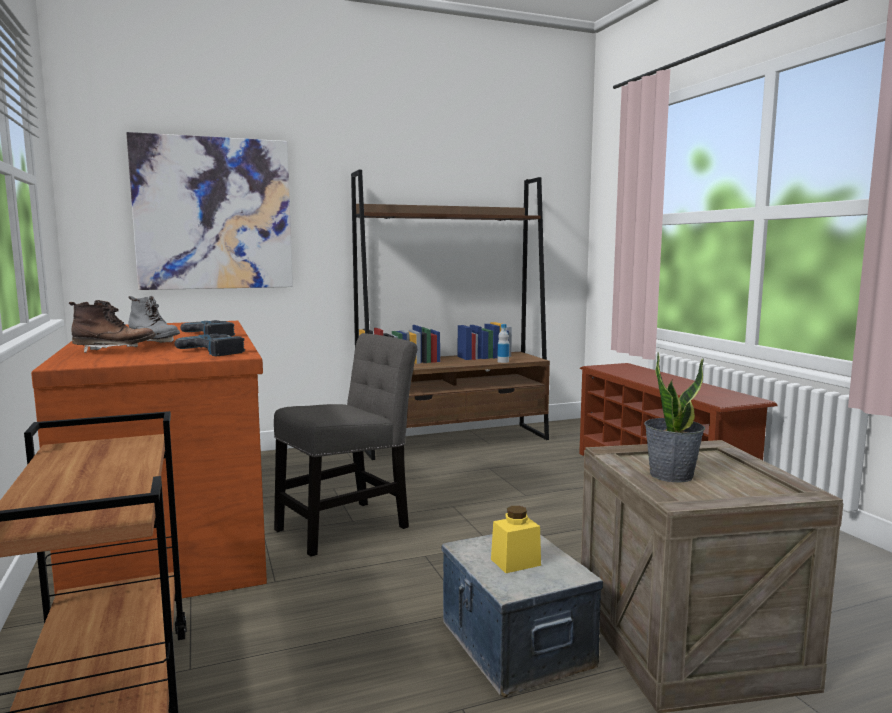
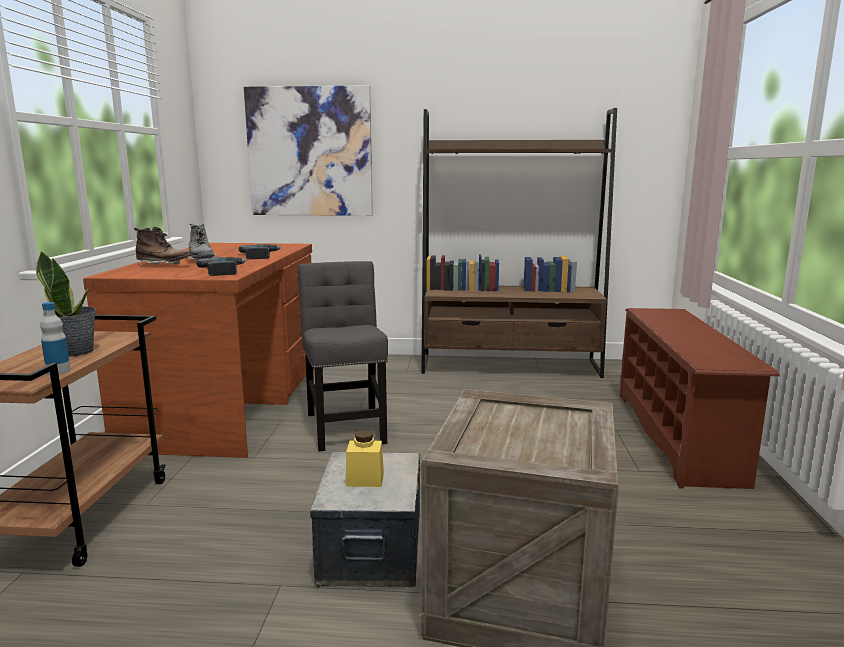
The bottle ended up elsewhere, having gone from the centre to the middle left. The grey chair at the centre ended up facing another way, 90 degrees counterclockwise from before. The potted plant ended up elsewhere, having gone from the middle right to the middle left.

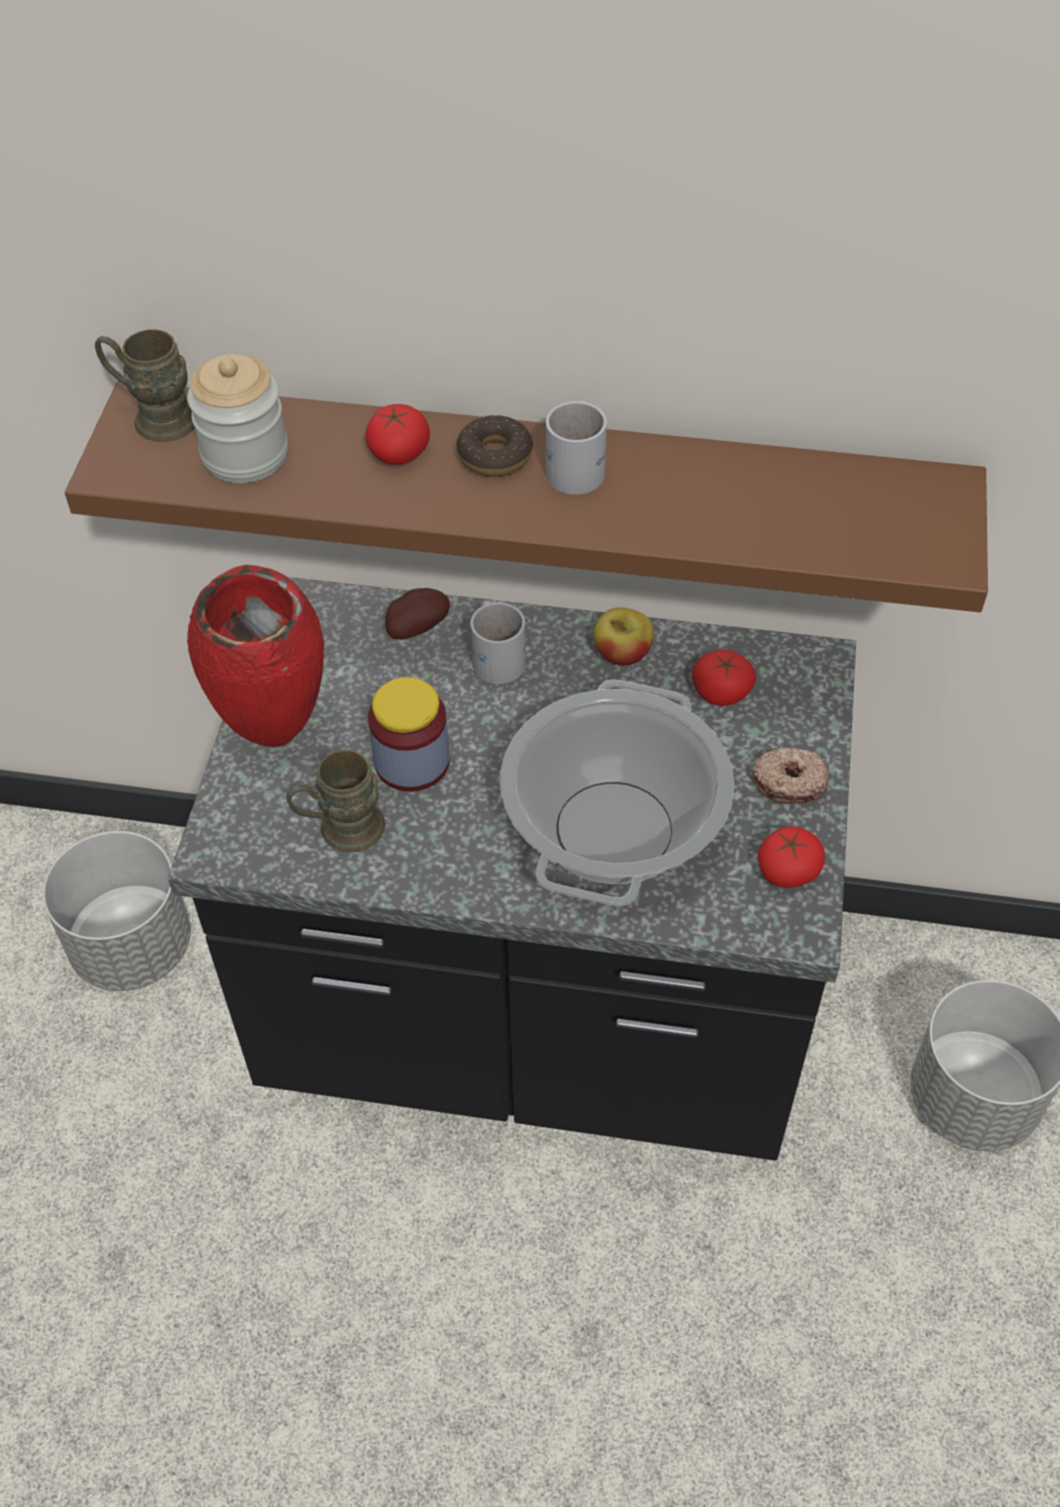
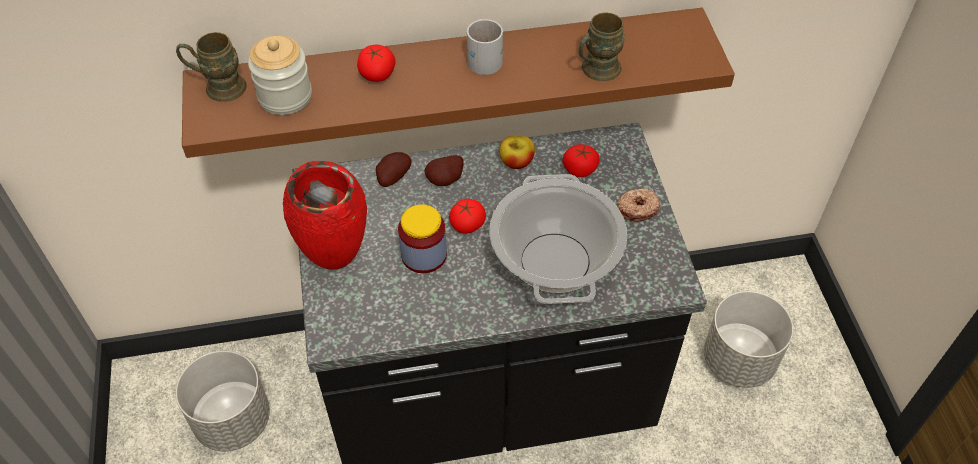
The second view lost the donut (no. 1 from left) at the top centre. Where the white mug (no. 1 from left) stood at the centre, the potato (no. 2 from left) came to stand at the centre. The brown mug (no. 2 from left) ended up elsewhere, having gone from the middle left to the top centre. The tomato (no. 3 from left in the first image) ended up elsewhere, having gone from the middle right to the centre.

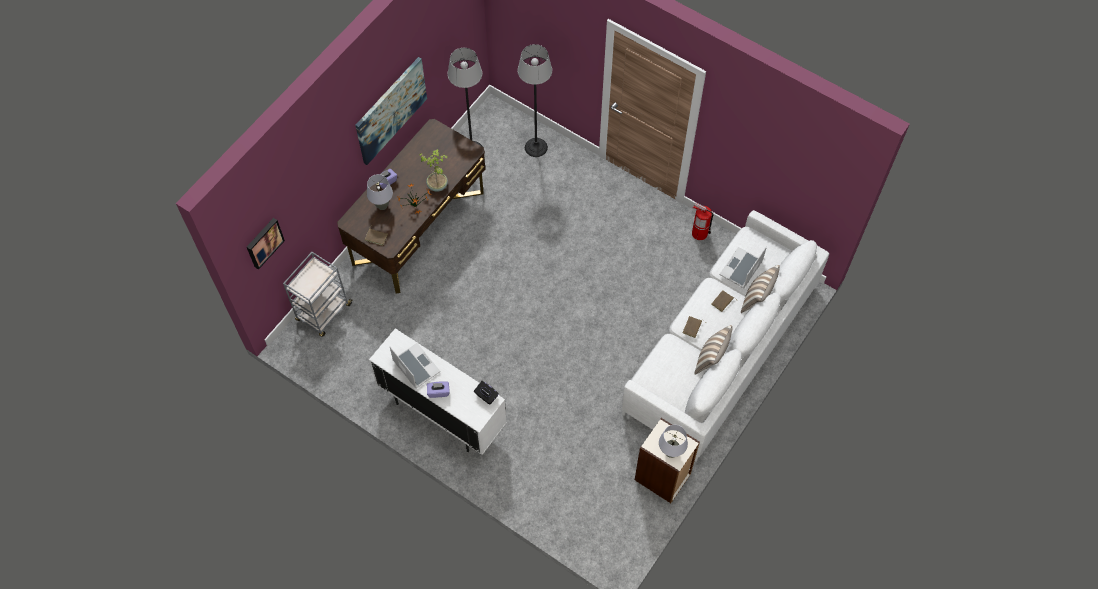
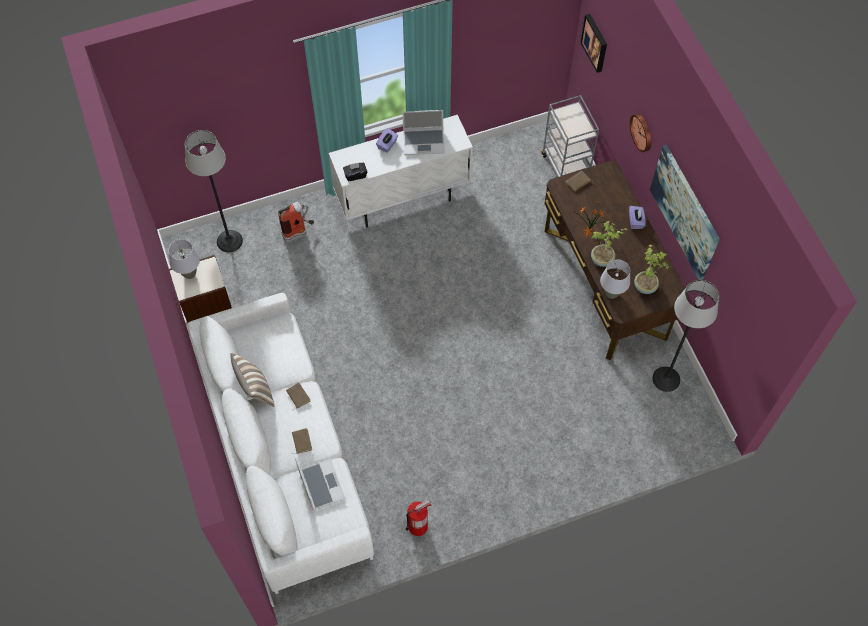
The floor lamp (no. 2 from left in the first image) ended up elsewhere, having gone from the top centre to the top left. The grey table lamp (no. 1 from left in the first image) ended up elsewhere, having gone from the top centre to the middle right. The second view lost the pillow (no. 2 from left) at the middle right. The second view gained the wall clock at the top right. The second view gained the fire extinguisher (no. 1 from left) at the centre. The second view gained the potted plant (no. 3 from left) at the middle right.

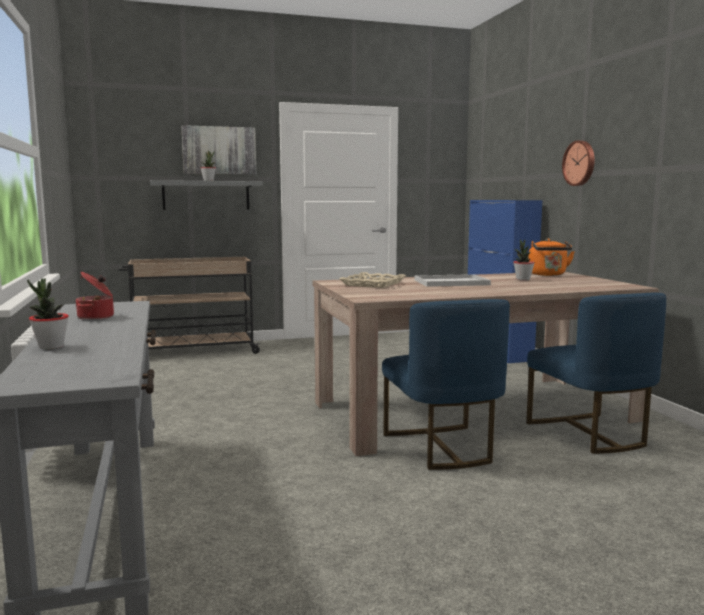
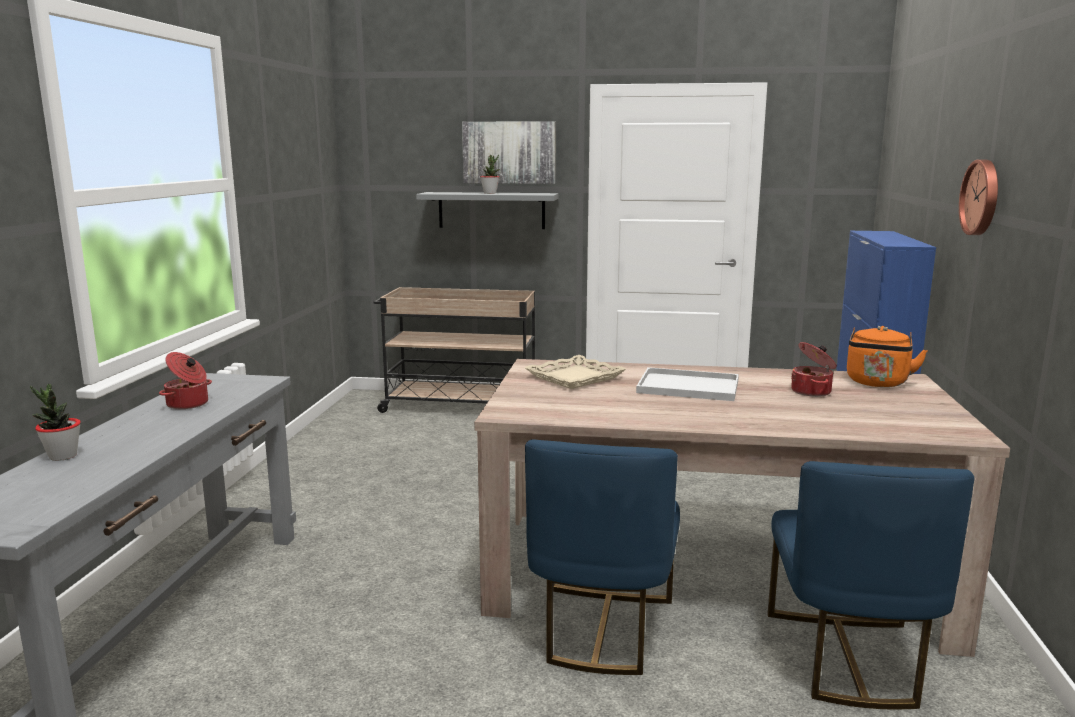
Where the potted plant (no. 3 from left) stood at the middle right, the cooking pot (no. 2 from left) came to stand at the middle right.

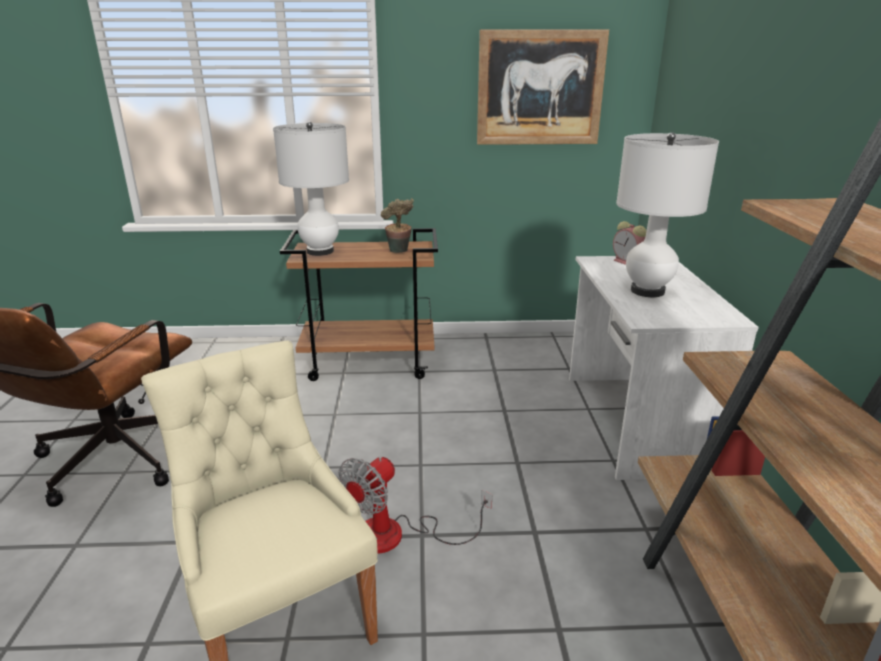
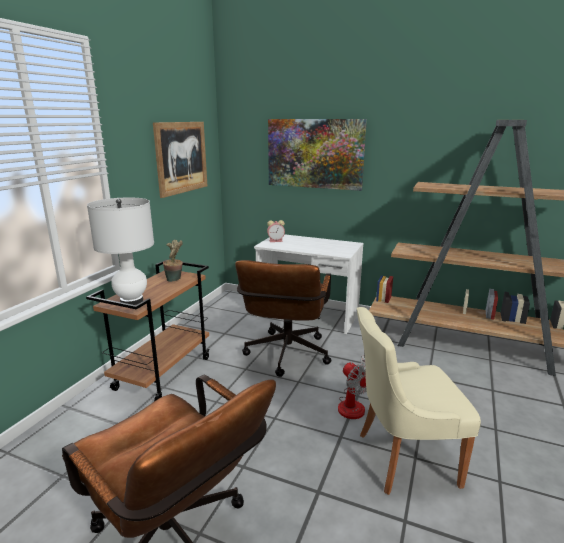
The second view lost the white table lamp (no. 2 from left) at the top right. The second view gained the picture (no. 2 from left) at the top centre. The second view gained the brown office chair (no. 2 from left) at the centre.

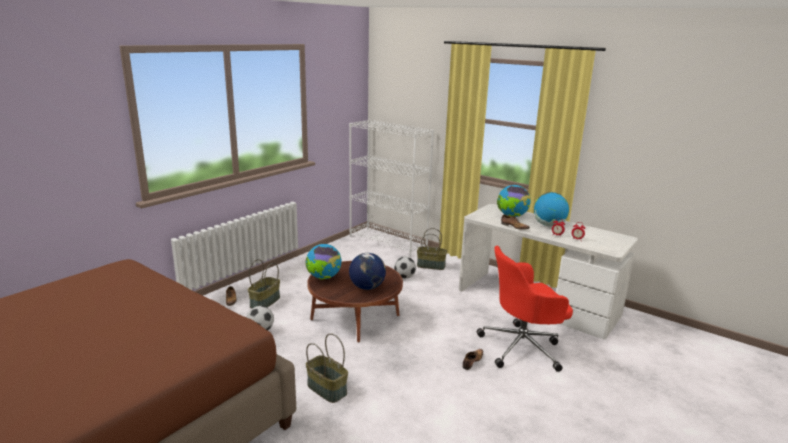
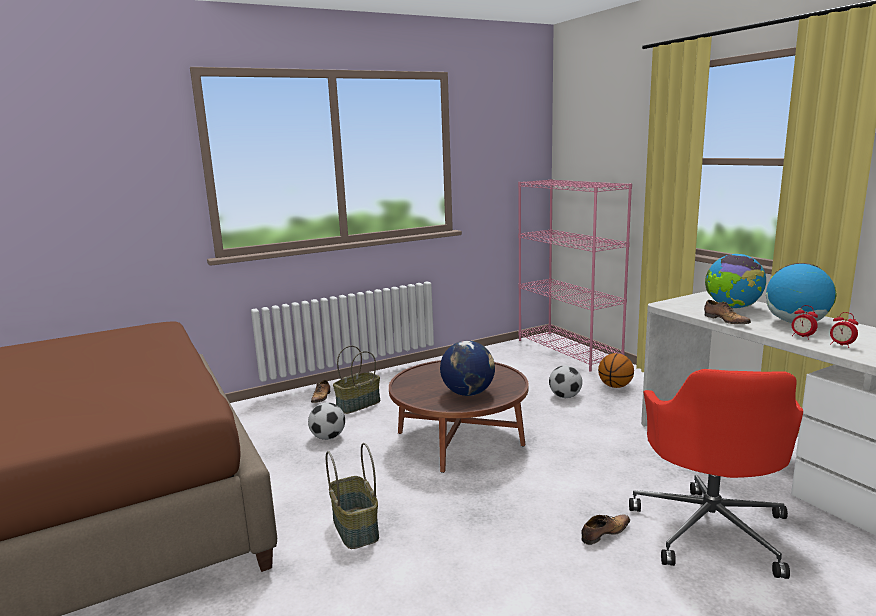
What was the white bookcase at the centre turned into the pink bookcase at the centre. Where the basket (no. 3 from left) stood at the centre, the basketball came to stand at the middle right. The second view lost the globe (no. 1 from left) at the centre. The red office chair at the bottom centre ended up facing another way, 90 degrees counterclockwise from before.

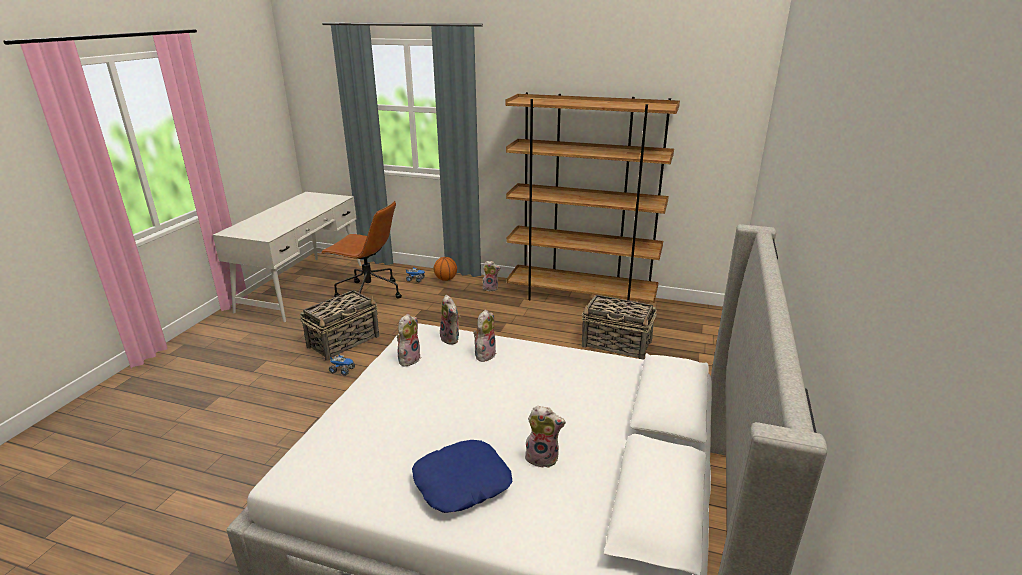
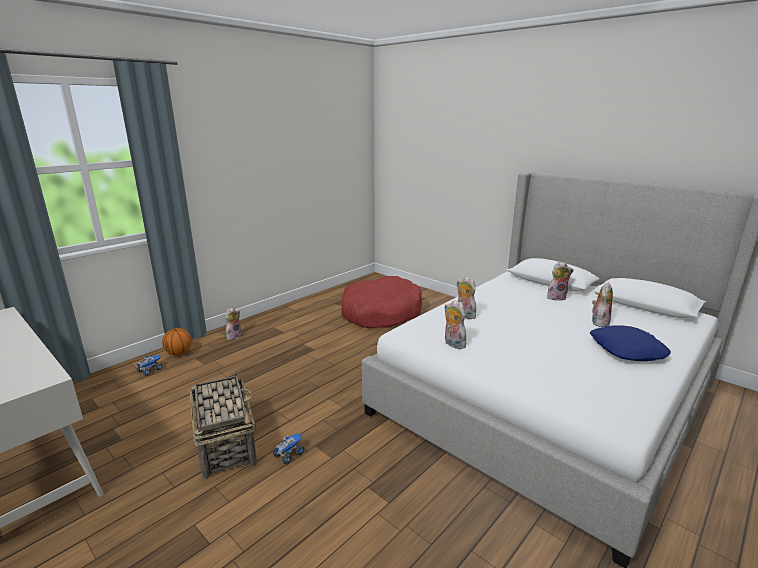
The second view lost the brown bookcase at the centre. The second view lost the brown office chair at the centre. The plush toy (no. 2 from left in the first image) ended up elsewhere, having gone from the centre to the middle right. Where the basket (no. 2 from left) stood at the centre, the red dog bed came to stand at the centre.

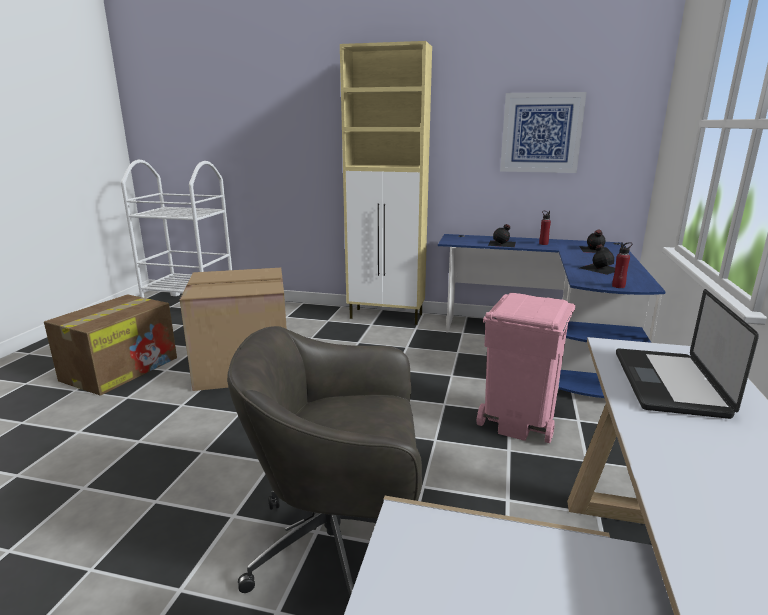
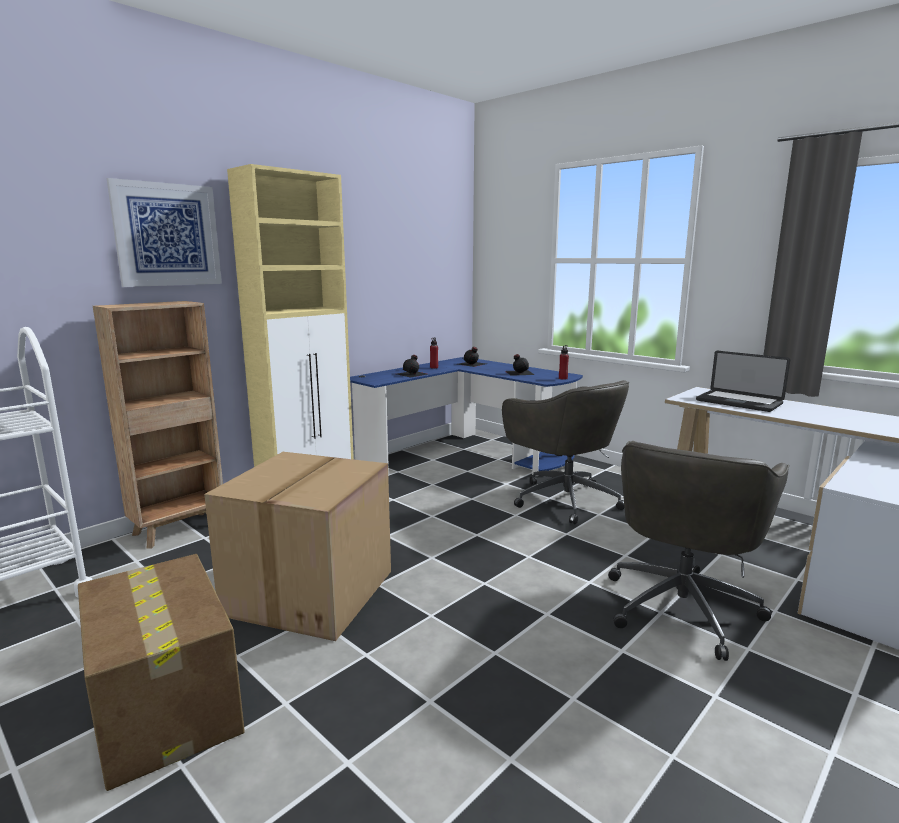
The picture ended up elsewhere, having gone from the top right to the top left. Where the pink trash can stood at the middle right, the grey office chair (no. 1 from left) came to stand at the centre. The second view gained the brown bookcase at the middle left.

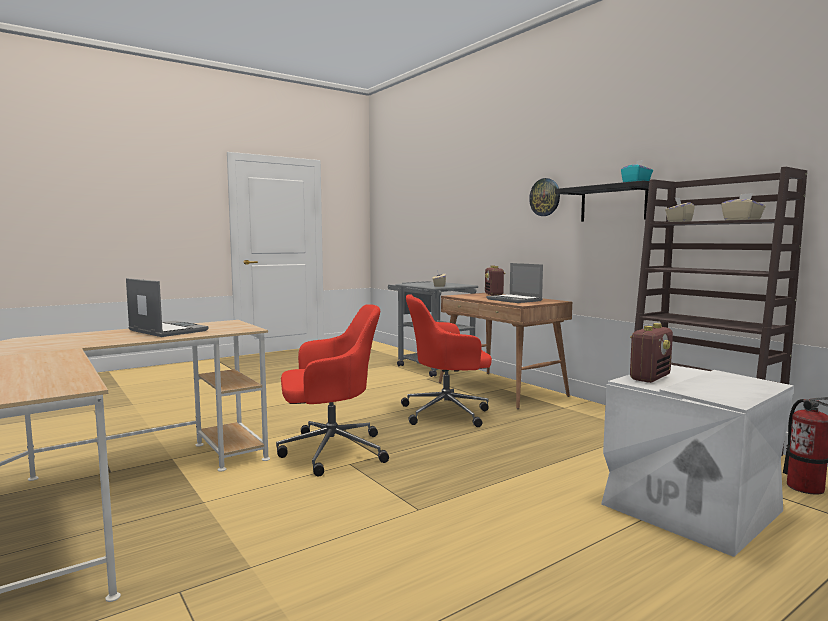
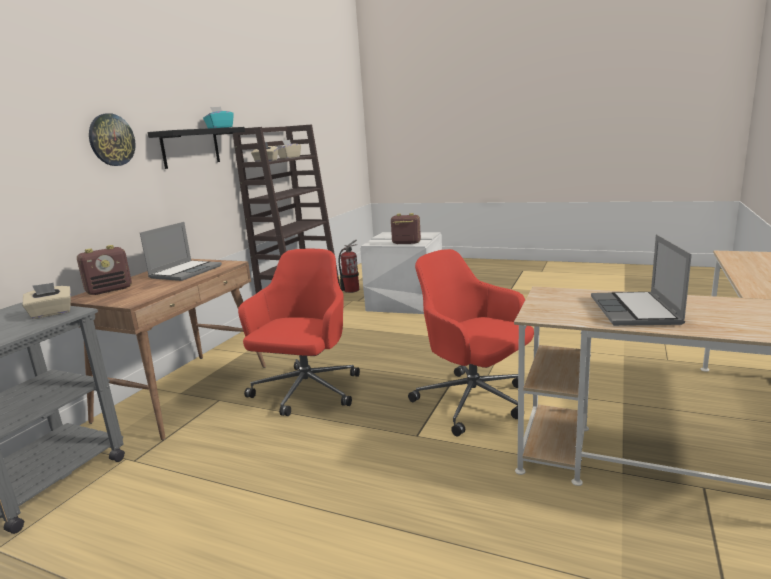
The red office chair (no. 2 from left in the first image) at the centre ended up facing another way, 120 degrees counterclockwise from before.

